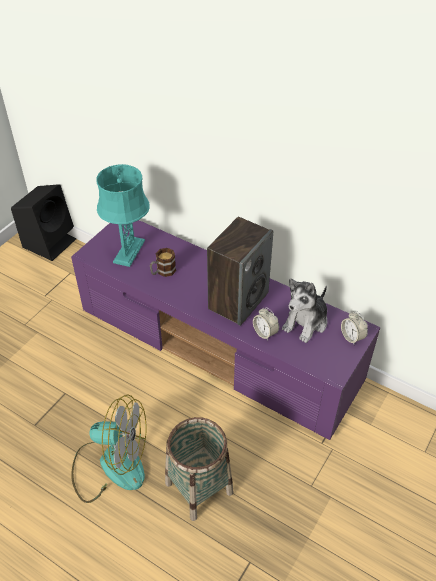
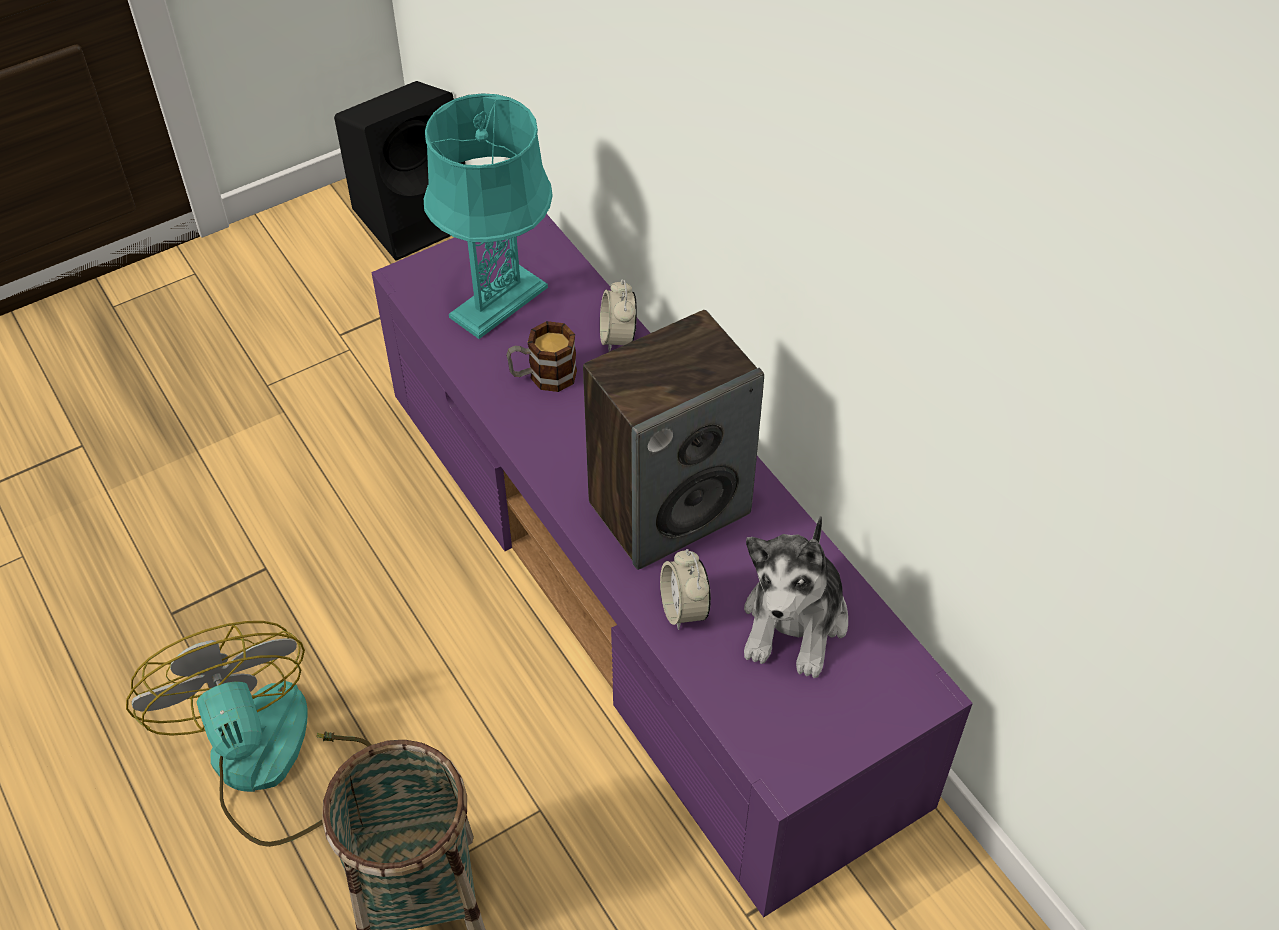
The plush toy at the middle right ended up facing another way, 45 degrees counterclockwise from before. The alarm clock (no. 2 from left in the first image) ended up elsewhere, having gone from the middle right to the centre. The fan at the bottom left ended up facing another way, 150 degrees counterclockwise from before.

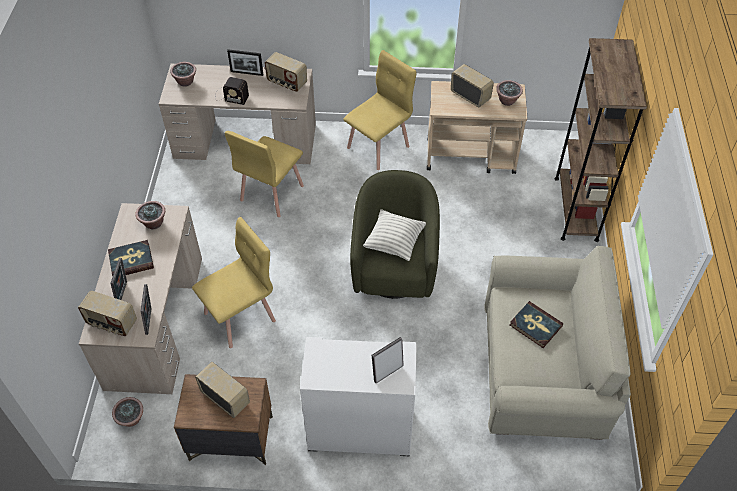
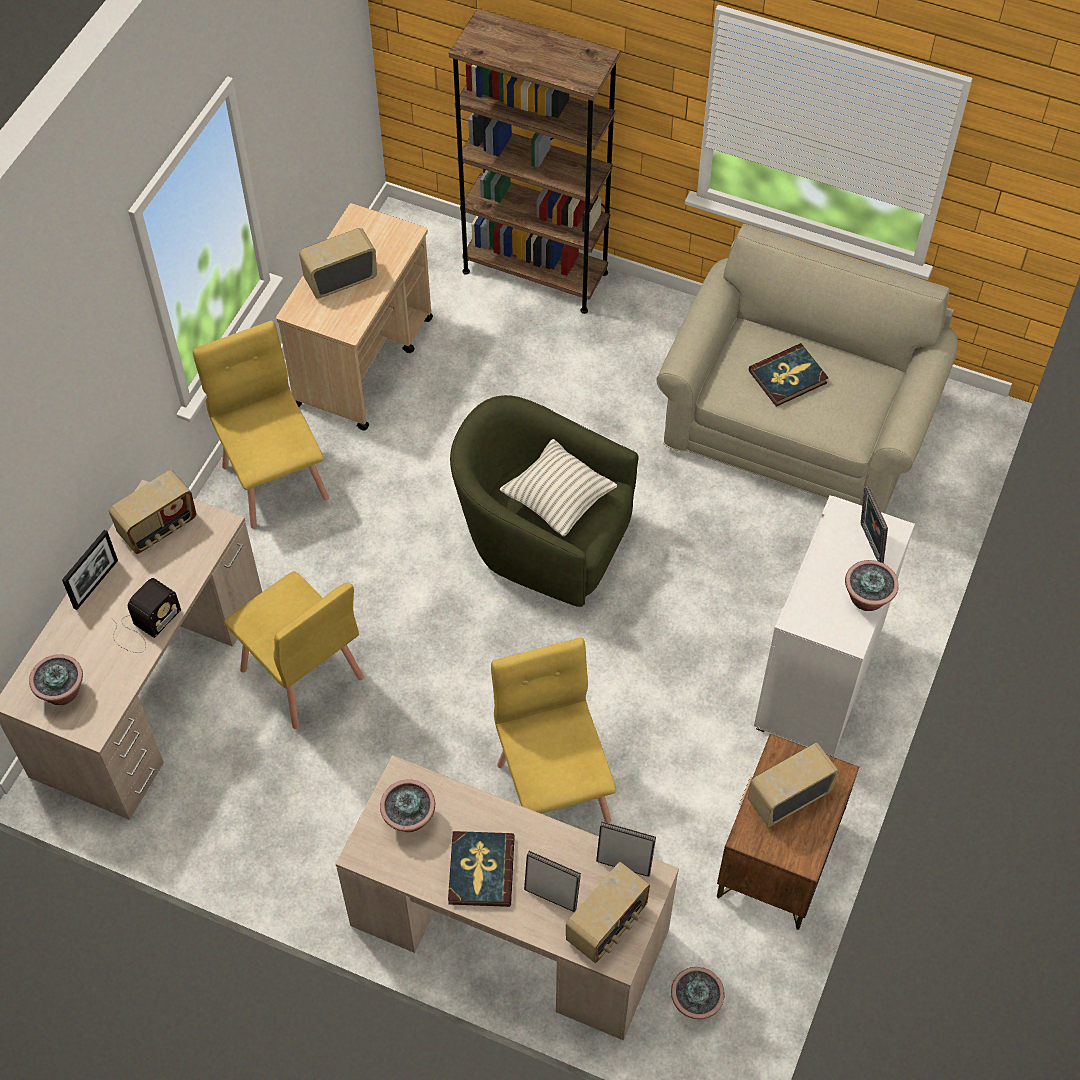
The potted plant (no. 4 from left) ended up elsewhere, having gone from the top right to the middle right.

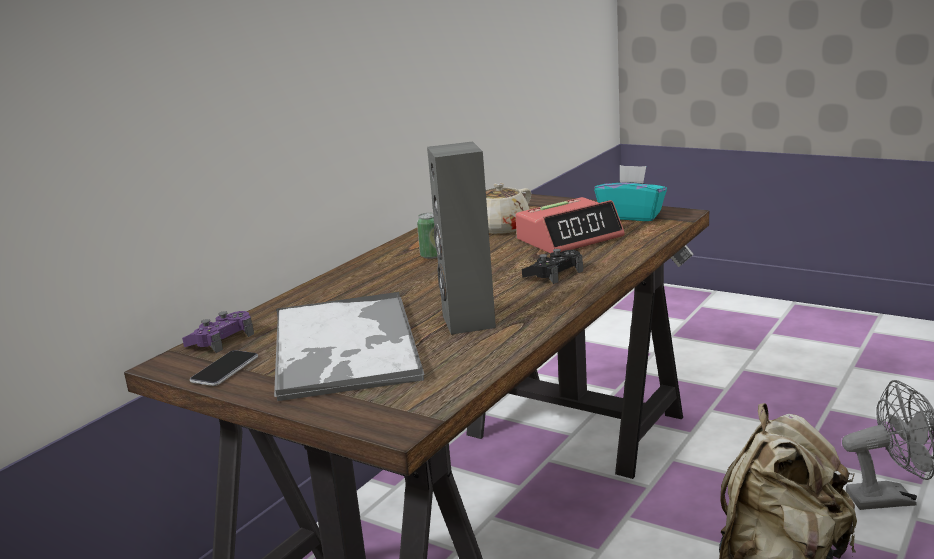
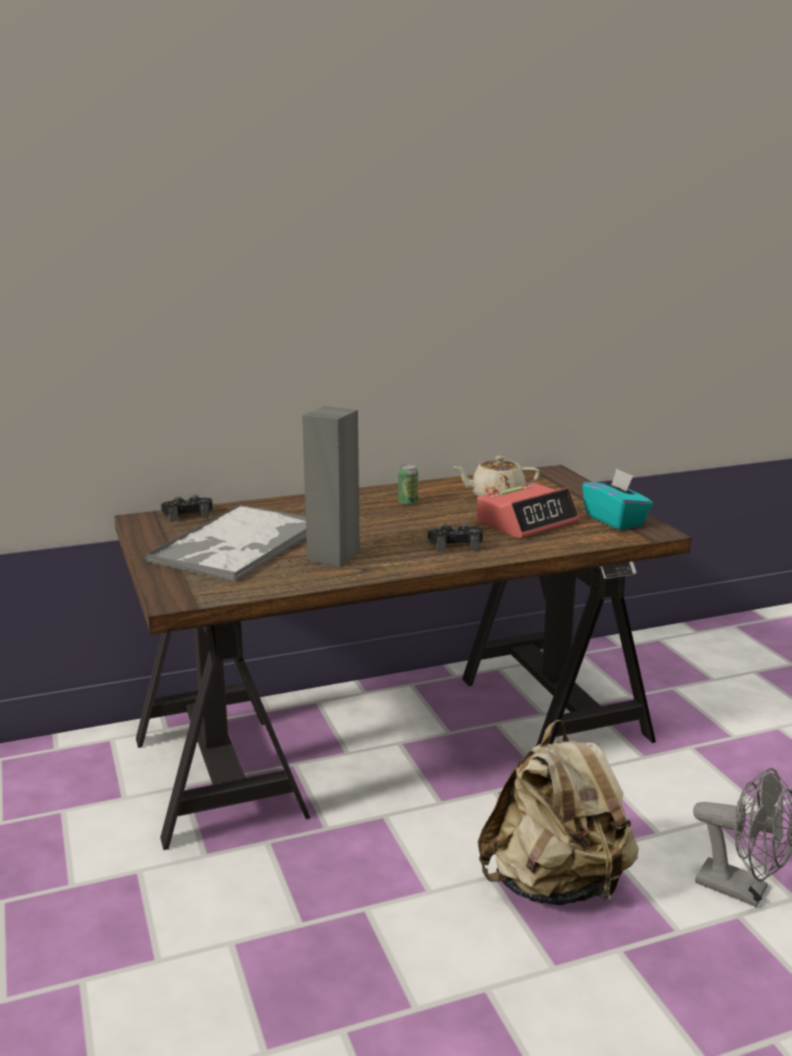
The alarm clock at the centre ended up facing another way, 45 degrees counterclockwise from before. What was the purple game controller at the middle left turned into the black game controller (no. 1 from left) at the middle left. The second view lost the phone at the middle left.

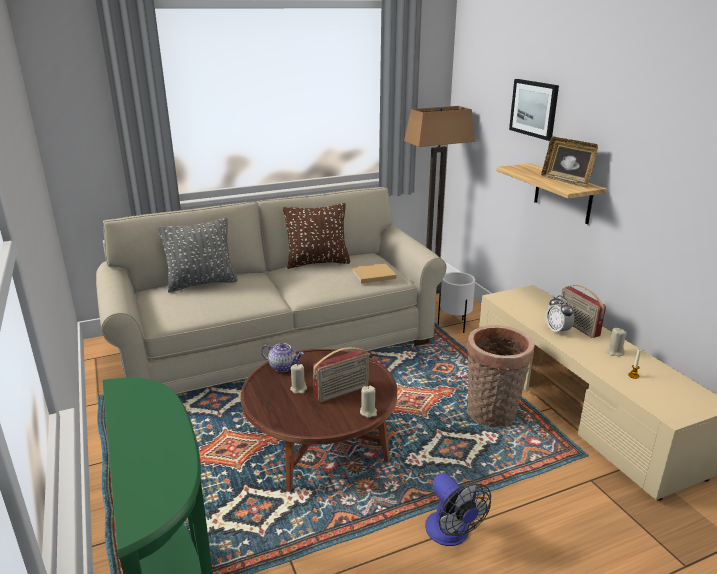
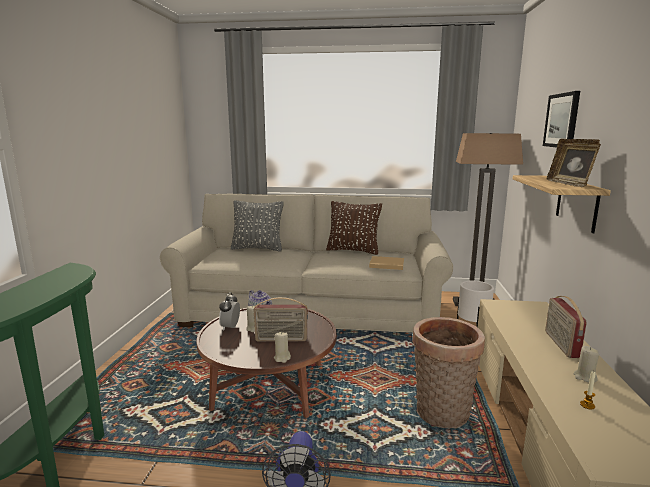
The alarm clock ended up elsewhere, having gone from the middle right to the centre.

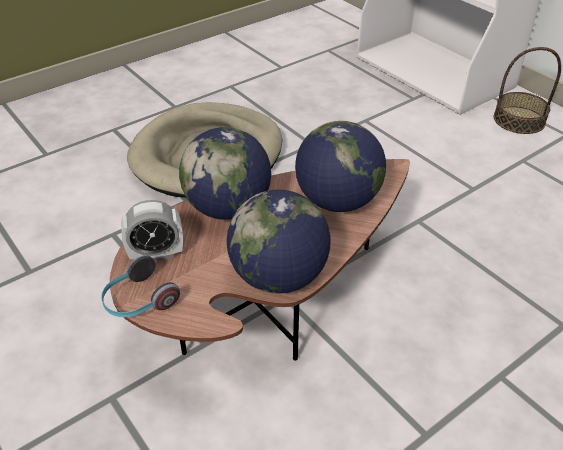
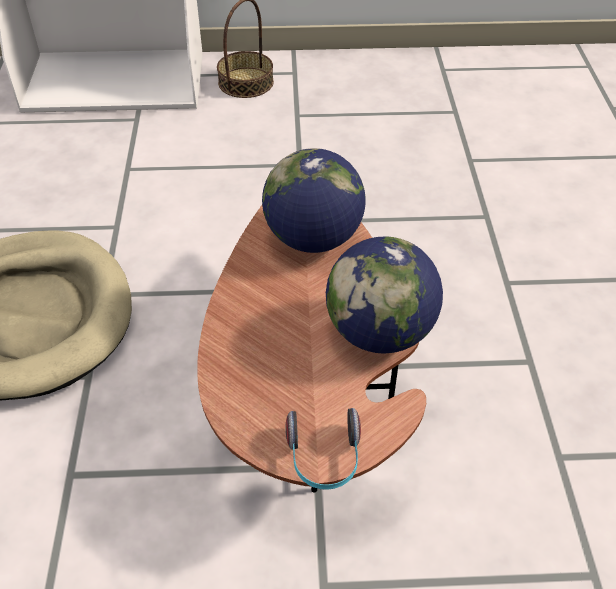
The second view lost the globe (no. 1 from left) at the centre. The second view lost the alarm clock at the middle left.

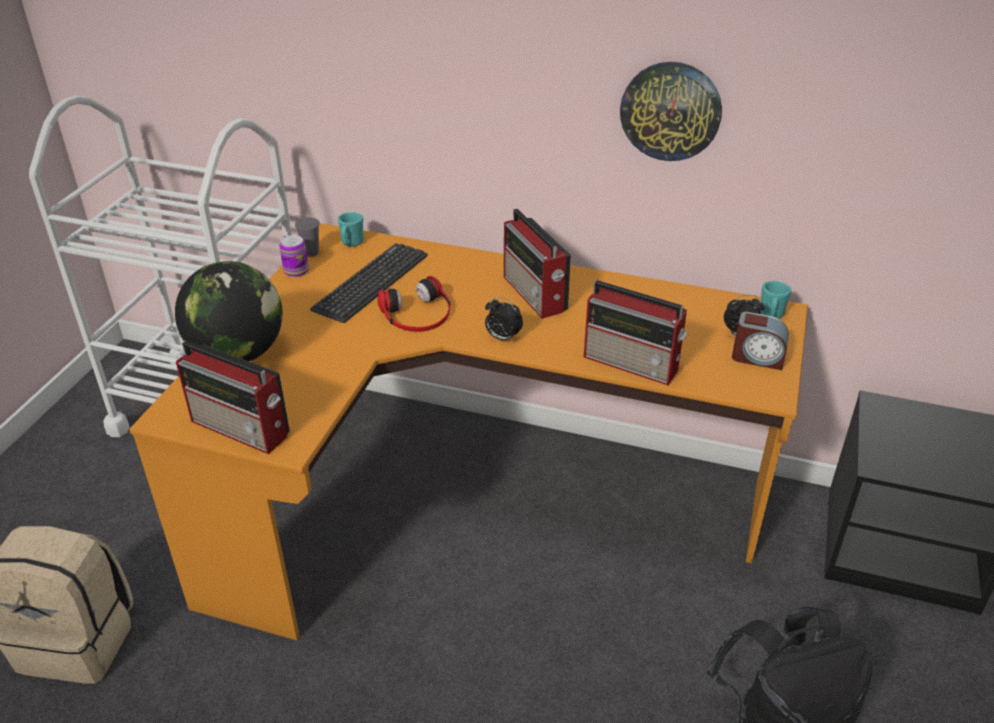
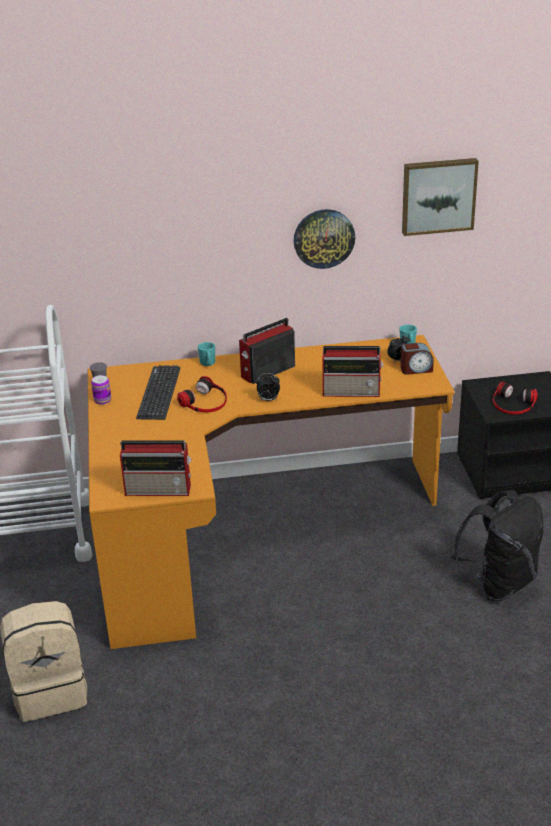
The radio (no. 2 from left) at the centre ended up facing another way, 105 degrees clockwise from before. The turquoise mug (no. 1 from left) ended up elsewhere, having gone from the top centre to the centre. The second view lost the globe at the middle left. The second view gained the picture at the top right. The second view gained the headphones (no. 2 from left) at the middle right.

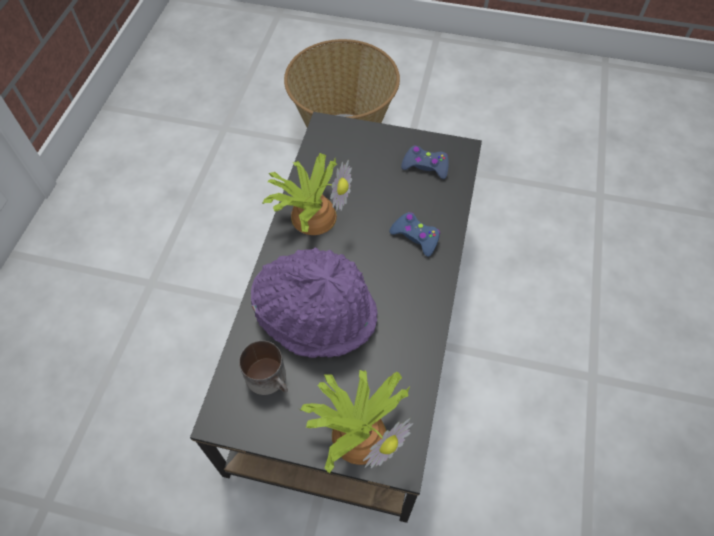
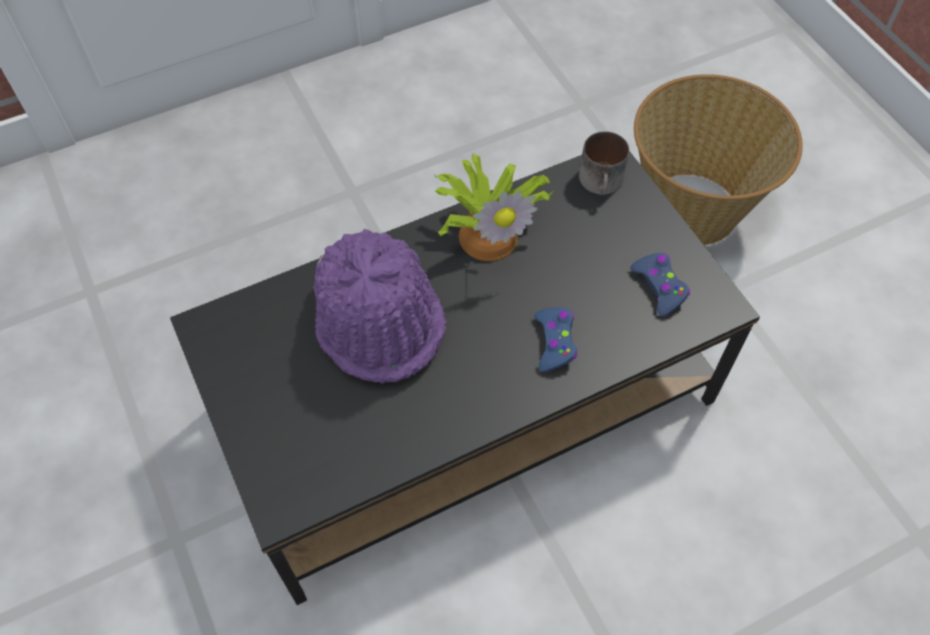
The mug ended up elsewhere, having gone from the bottom centre to the top centre. The second view lost the potted plant (no. 2 from left) at the bottom centre.

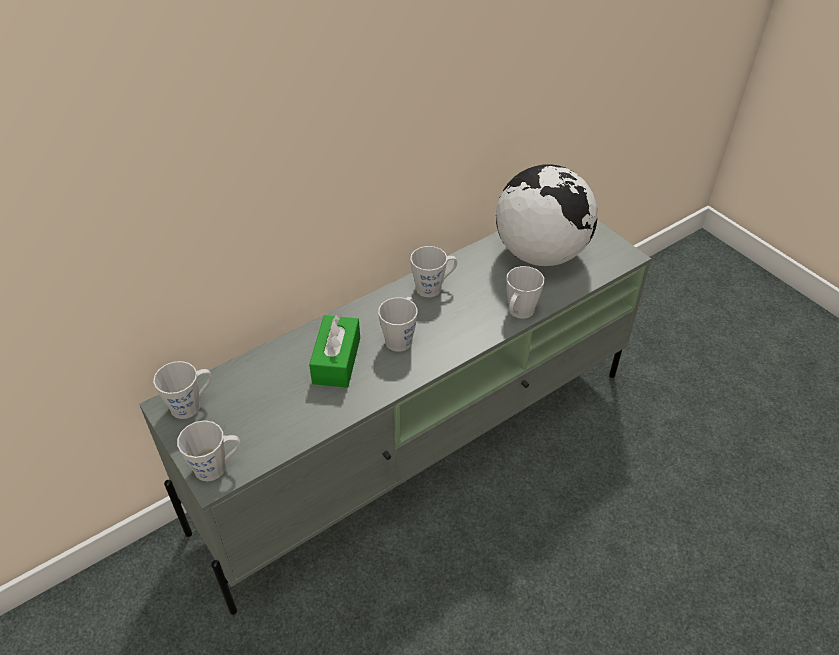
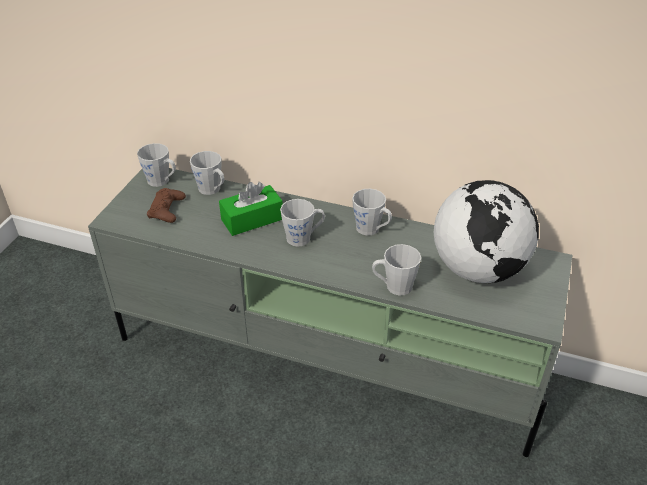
The grey mug (no. 2 from left) ended up elsewhere, having gone from the bottom left to the middle left. The second view gained the brown game controller at the middle left.

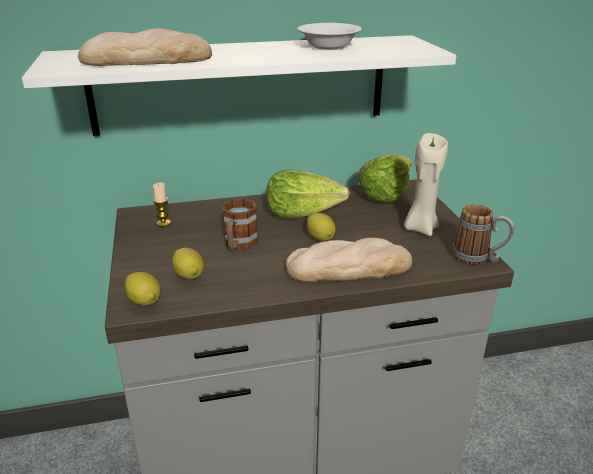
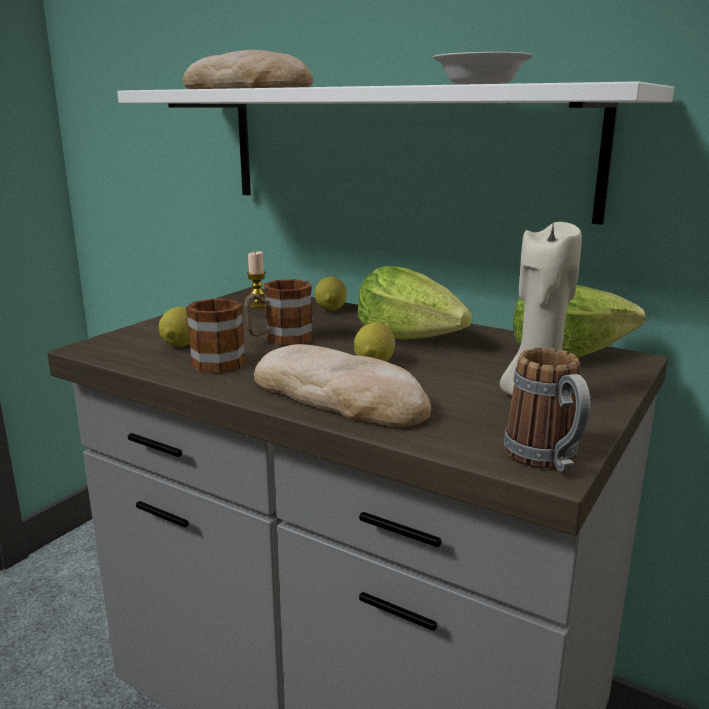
The lemon (no. 1 from left in the first image) ended up elsewhere, having gone from the middle left to the centre. The second view gained the mug (no. 1 from left) at the middle left.

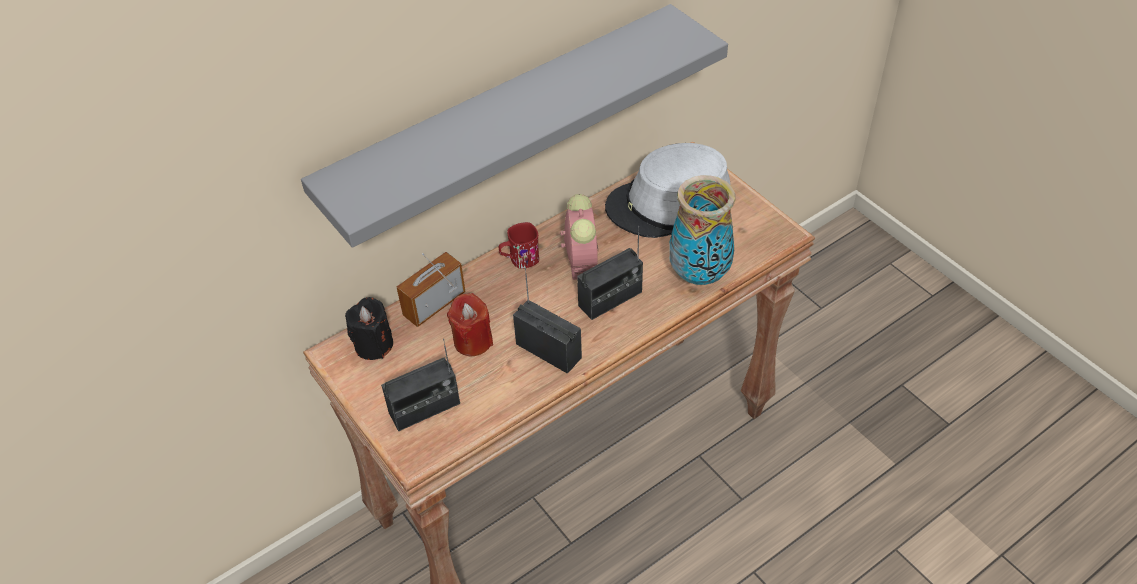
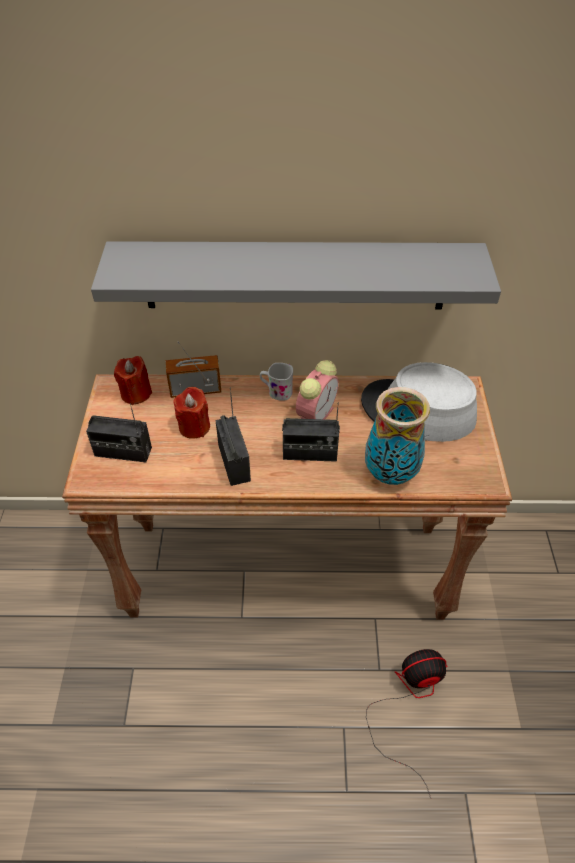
What was the red mug at the centre turned into the white mug at the centre. What was the black candle at the middle left turned into the red candle (no. 1 from left) at the middle left. The second view gained the fan at the bottom right.

